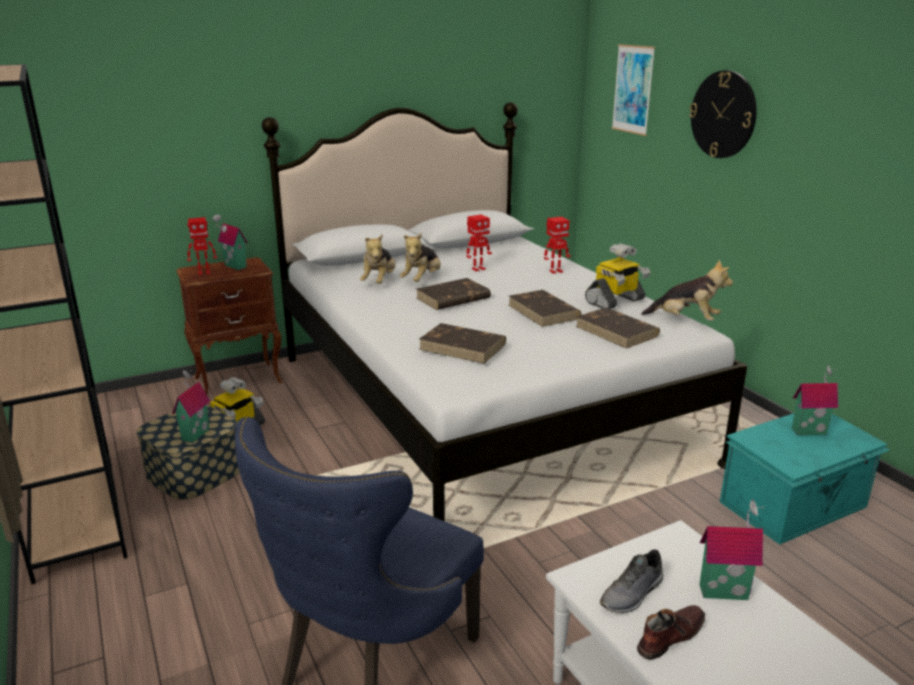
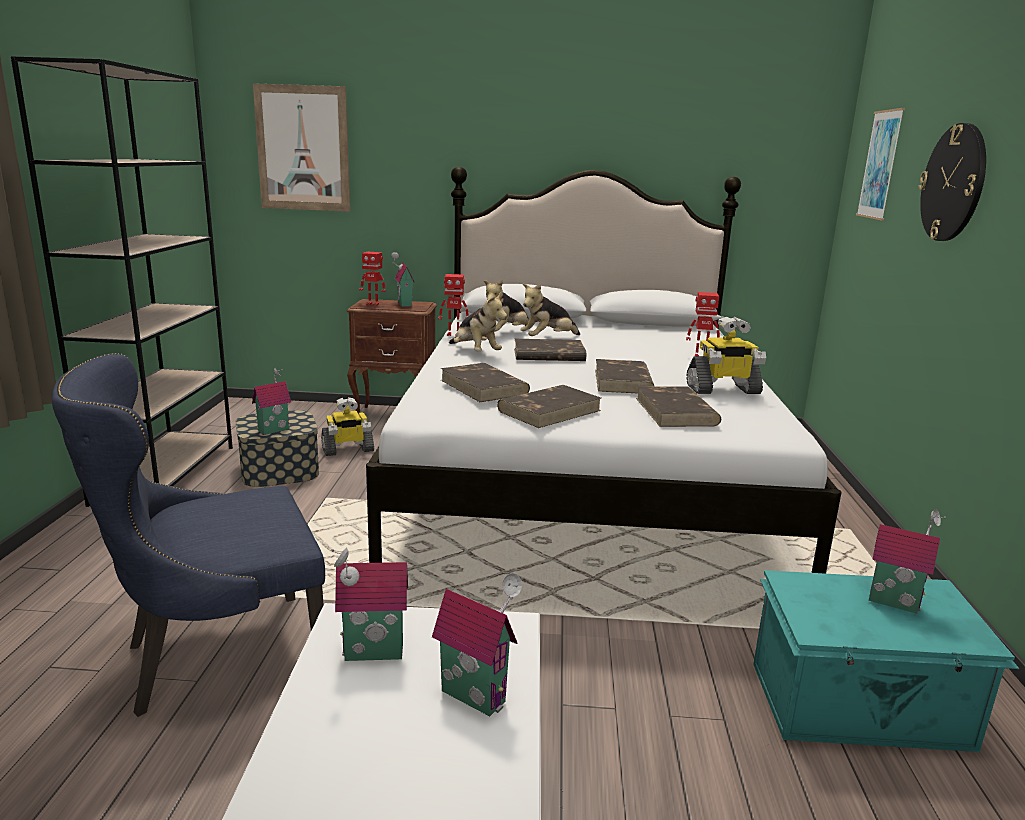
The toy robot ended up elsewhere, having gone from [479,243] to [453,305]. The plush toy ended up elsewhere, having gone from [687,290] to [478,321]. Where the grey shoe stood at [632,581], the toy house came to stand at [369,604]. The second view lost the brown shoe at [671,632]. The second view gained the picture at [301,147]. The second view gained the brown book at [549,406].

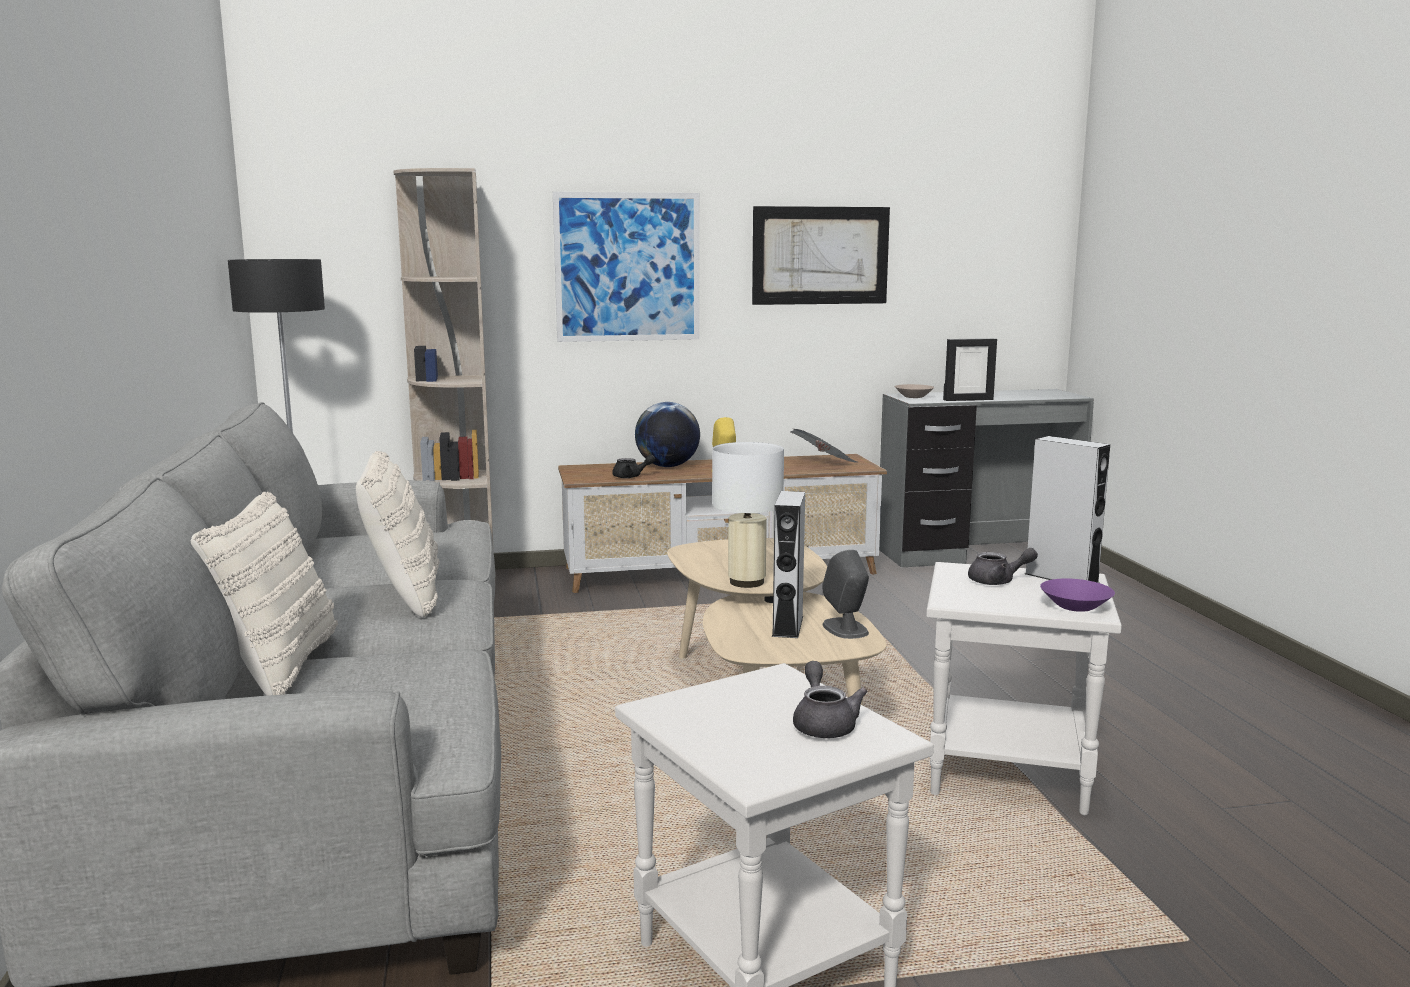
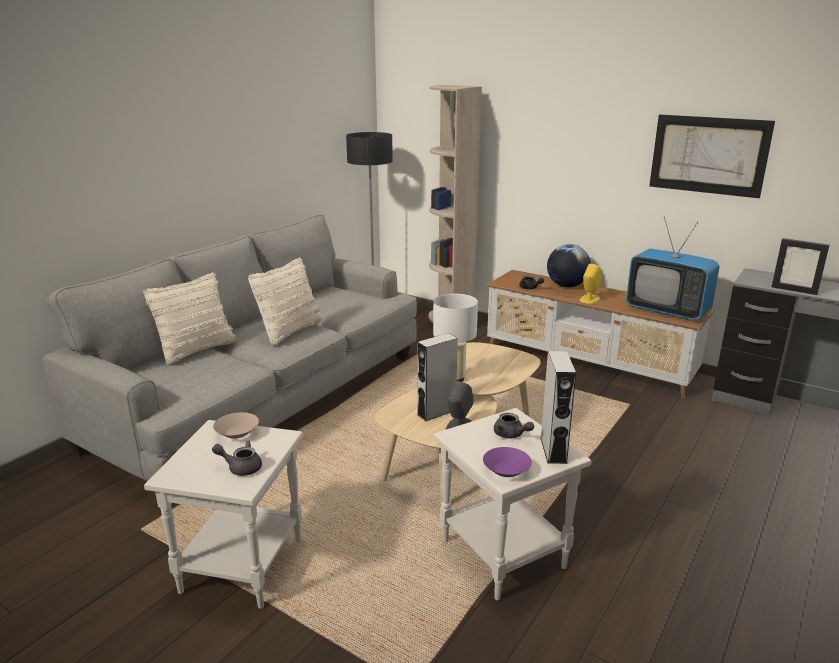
The second view lost the picture at [626,267]. The beige bowl ended up elsewhere, having gone from [914,391] to [236,425]. Where the newspaper stood at [824,446], the television came to stand at [672,268]. The grey teapot at [830,699] ended up facing another way, 120 degrees counterclockwise from before.

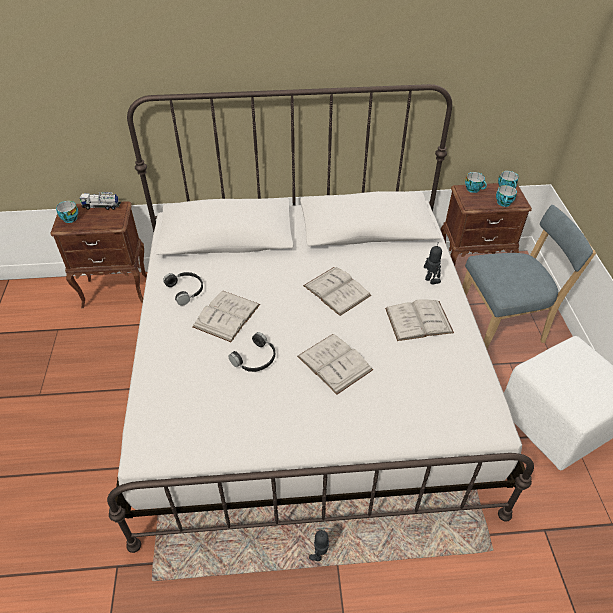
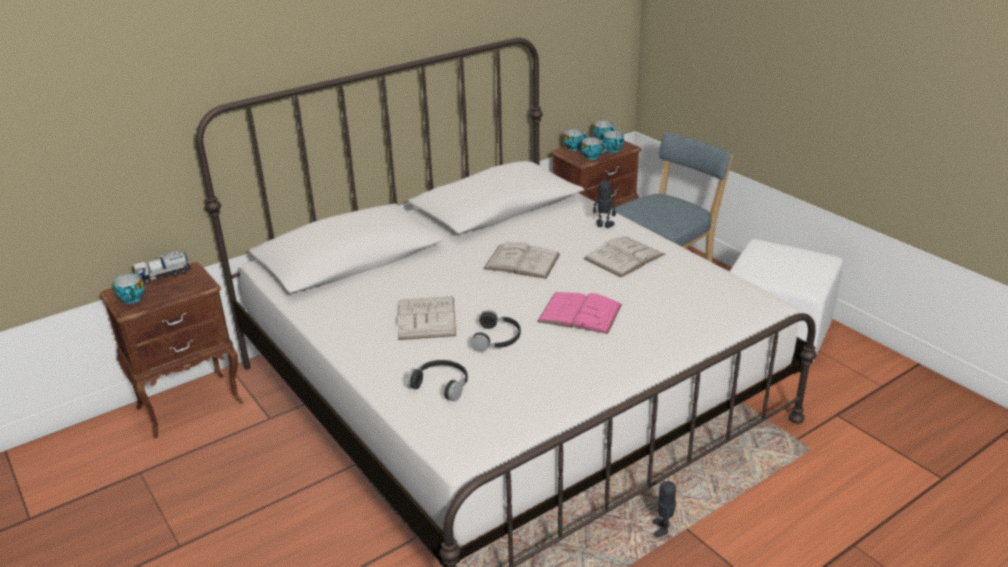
The black headphones ended up elsewhere, having gone from [183,289] to [437,380]. What was the white book at [335,364] turned into the pink book at [579,313]. The second view gained the cup at [594,149].

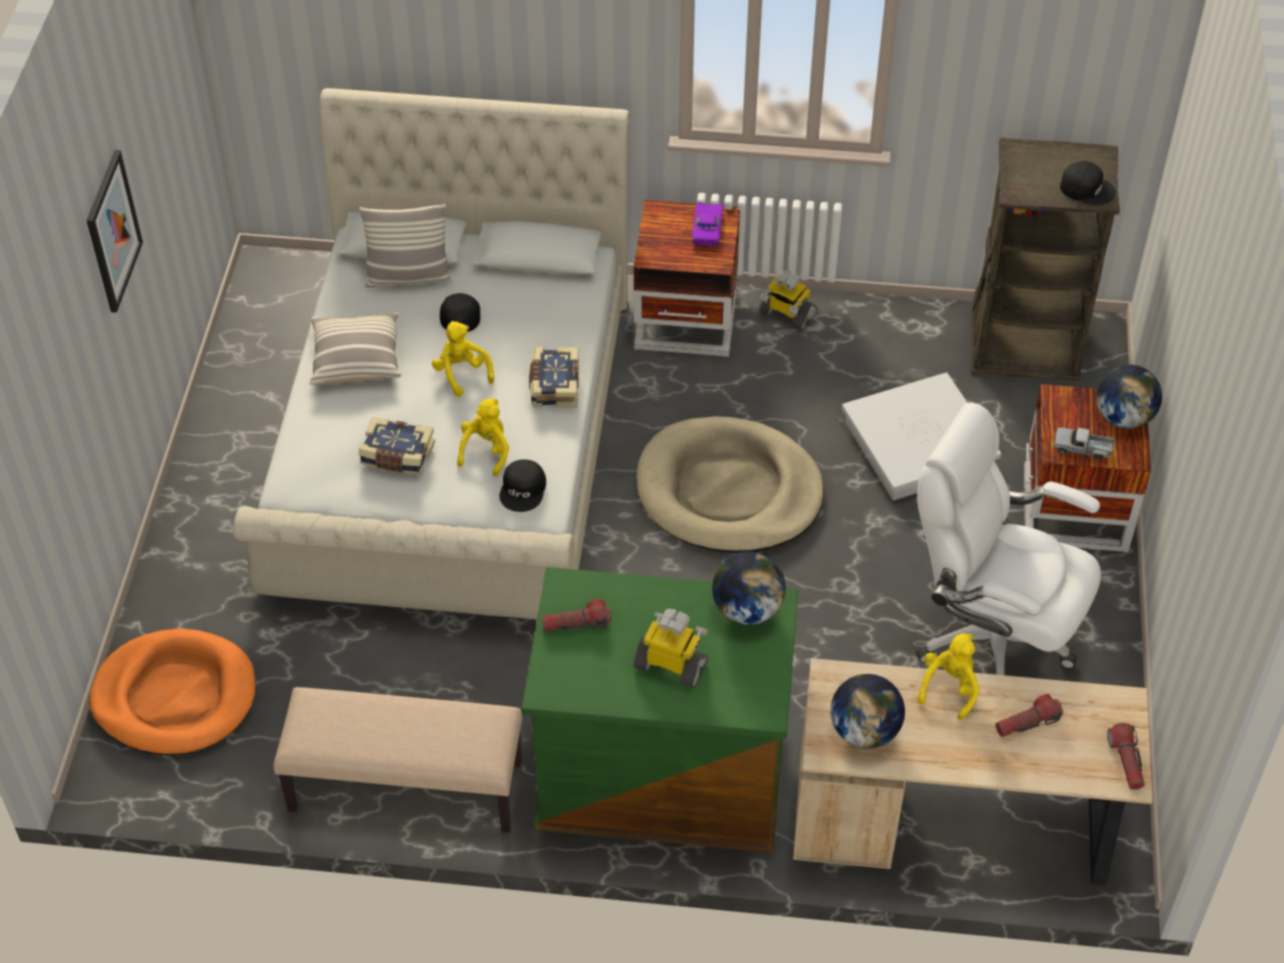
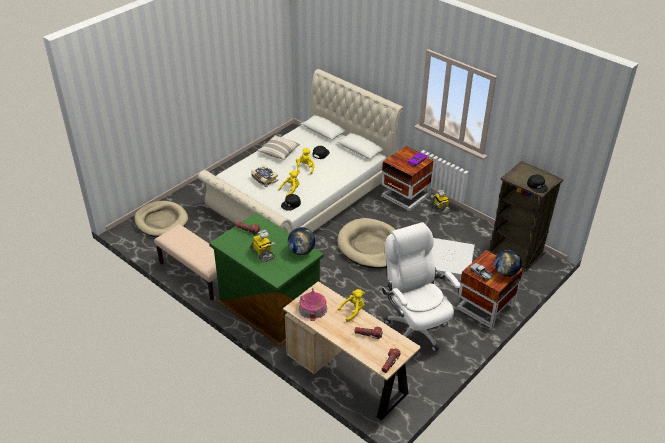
The second view lost the picture at [114,231]. The second view lost the pillow at [405,246]. The second view lost the book at [554,377]. What was the orange dog bed at [172,692] turned into the beige dog bed at [161,219]. Where the globe stood at [867,711], the toy house came to stand at [313,304].

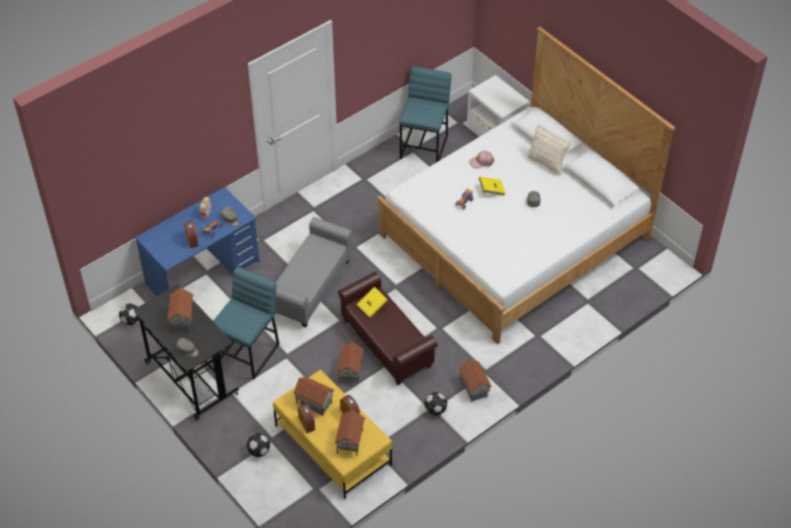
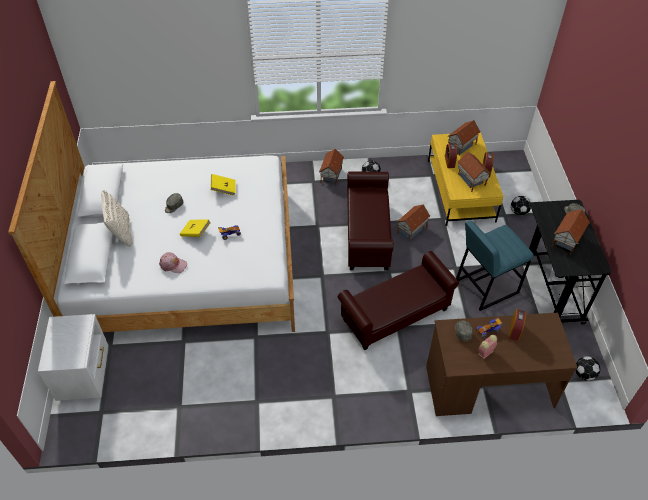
The second view lost the blue stool at [425,114]. What was the blue desk at [197,241] turned into the brown desk at [501,364]. What was the grey ottoman at [313,272] turned into the brown ottoman at [398,300]. The yellow book ended up elsewhere, having gone from [372,302] to [223,185].

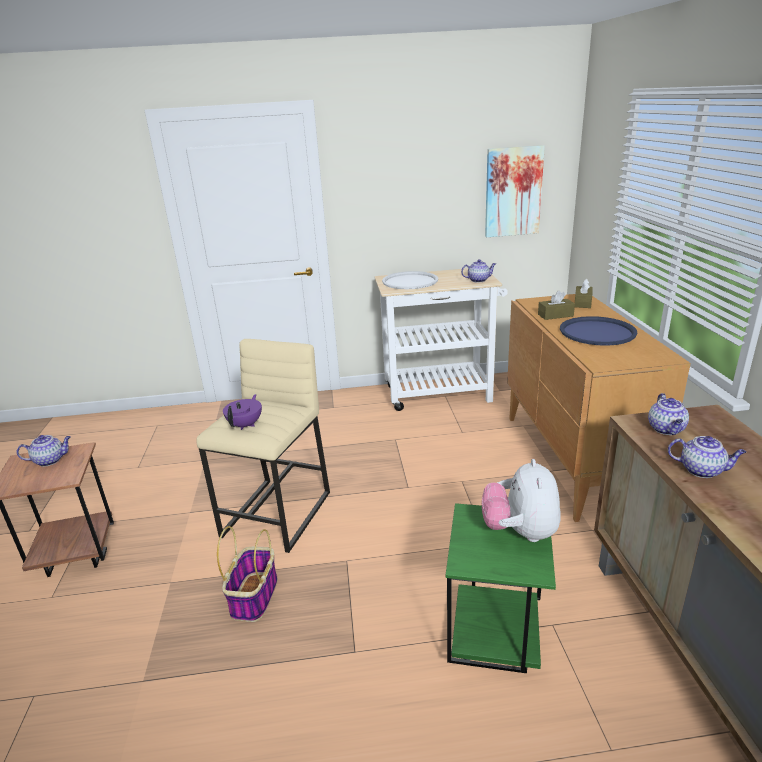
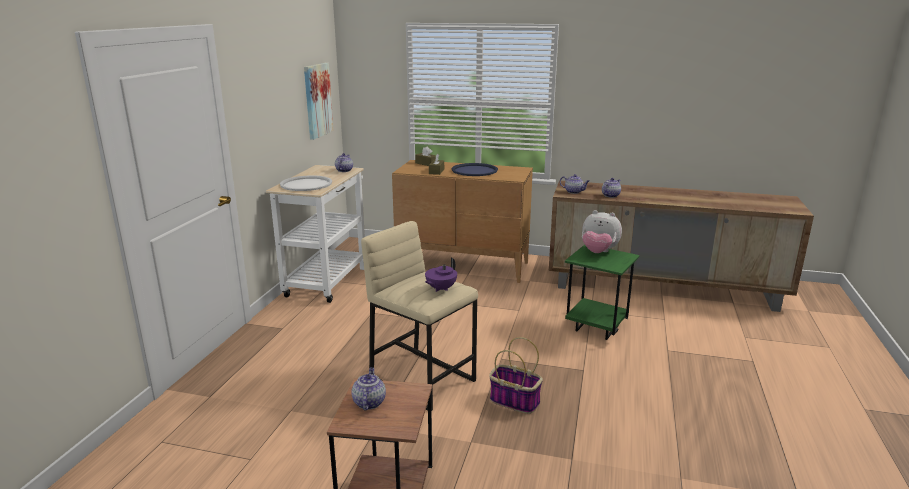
The purple teapot at [242,412] ended up facing another way, 90 degrees counterclockwise from before.

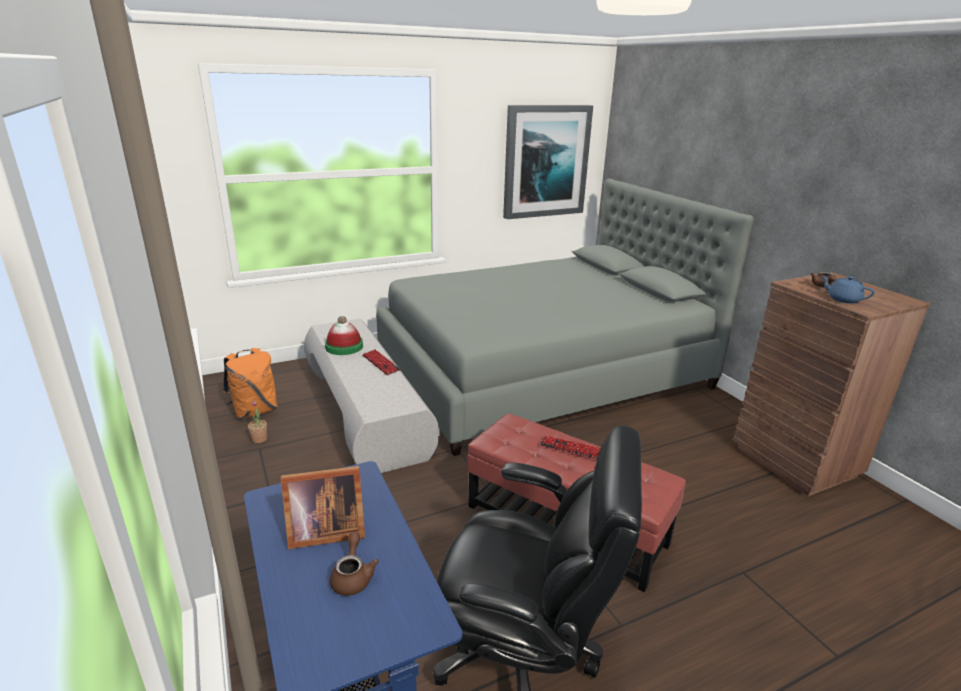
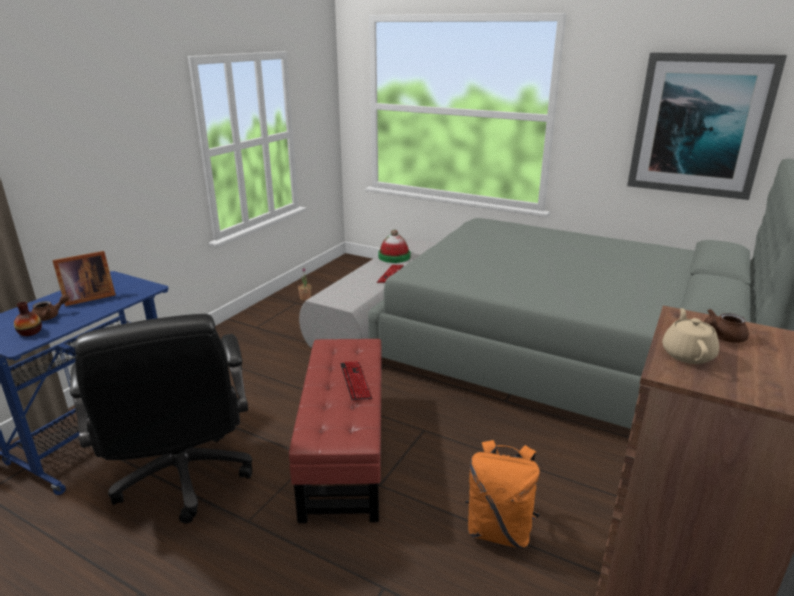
What was the blue teapot at [848,289] turned into the beige teapot at [690,336]. The orange backpack ended up elsewhere, having gone from [250,383] to [502,494]. The picture frame at [323,507] ended up facing another way, 75 degrees counterclockwise from before. The second view gained the vase at [28,319].

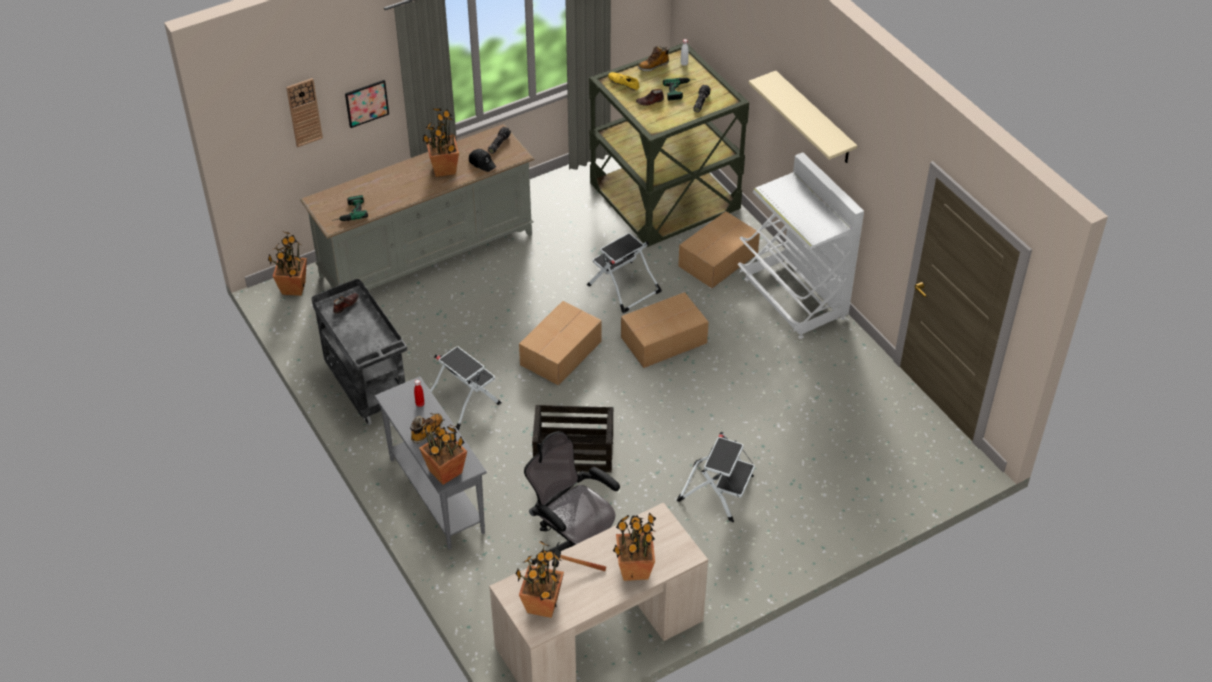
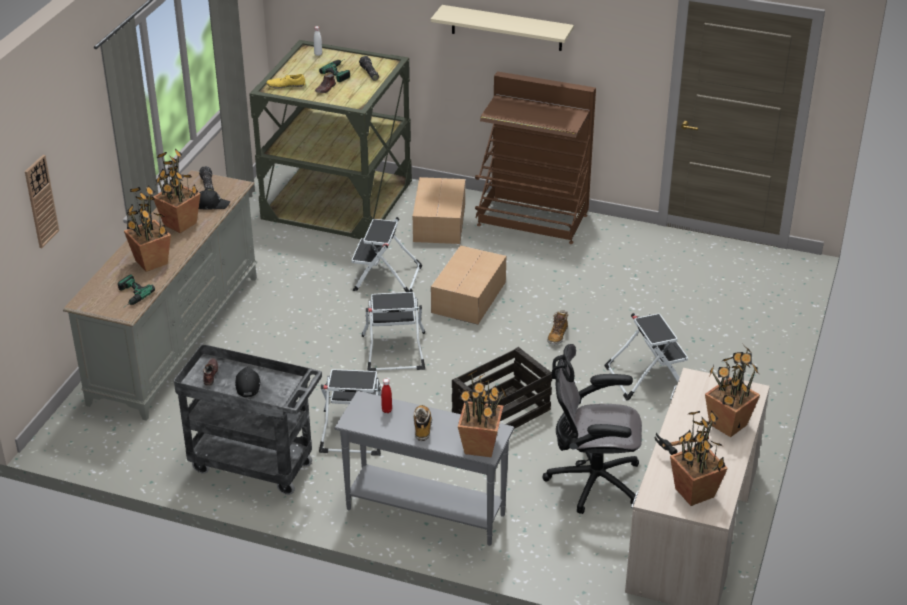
The boot ended up elsewhere, having gone from [653,58] to [557,327]. The second view lost the picture at [367,104]. What was the white shoe rack at [801,245] turned into the brown shoe rack at [535,158]. The potted plant ended up elsewhere, having gone from [287,263] to [147,228]. Where the cardboard box stood at [560,343], the step ladder came to stand at [393,331]. The second view gained the black cap at [247,382].

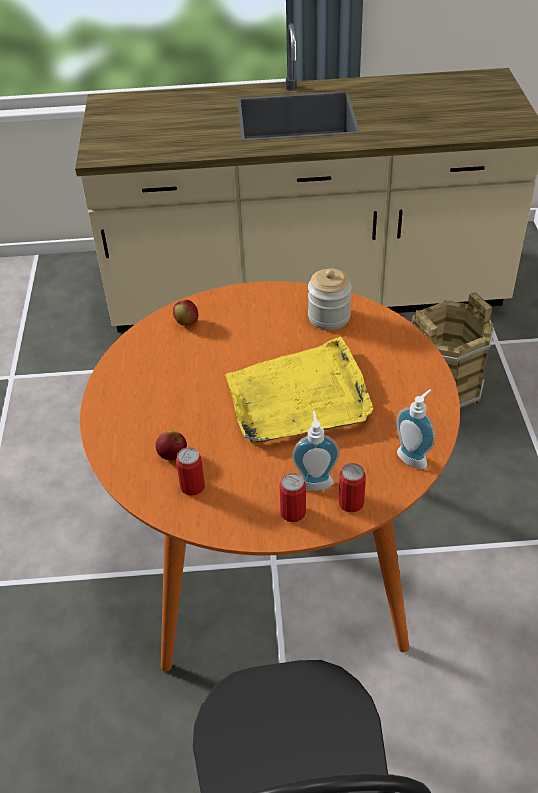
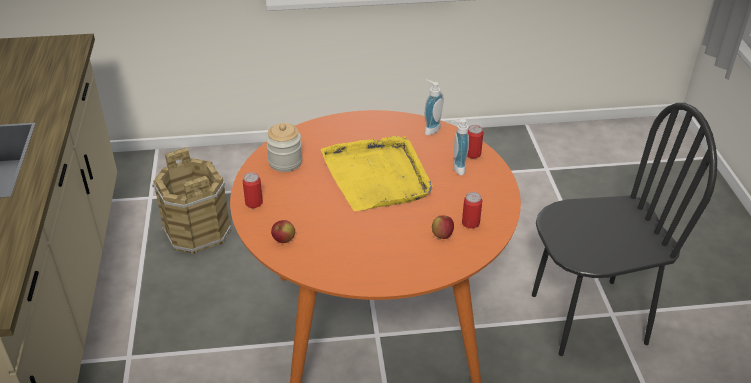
The can ended up elsewhere, having gone from [293,497] to [253,190].

